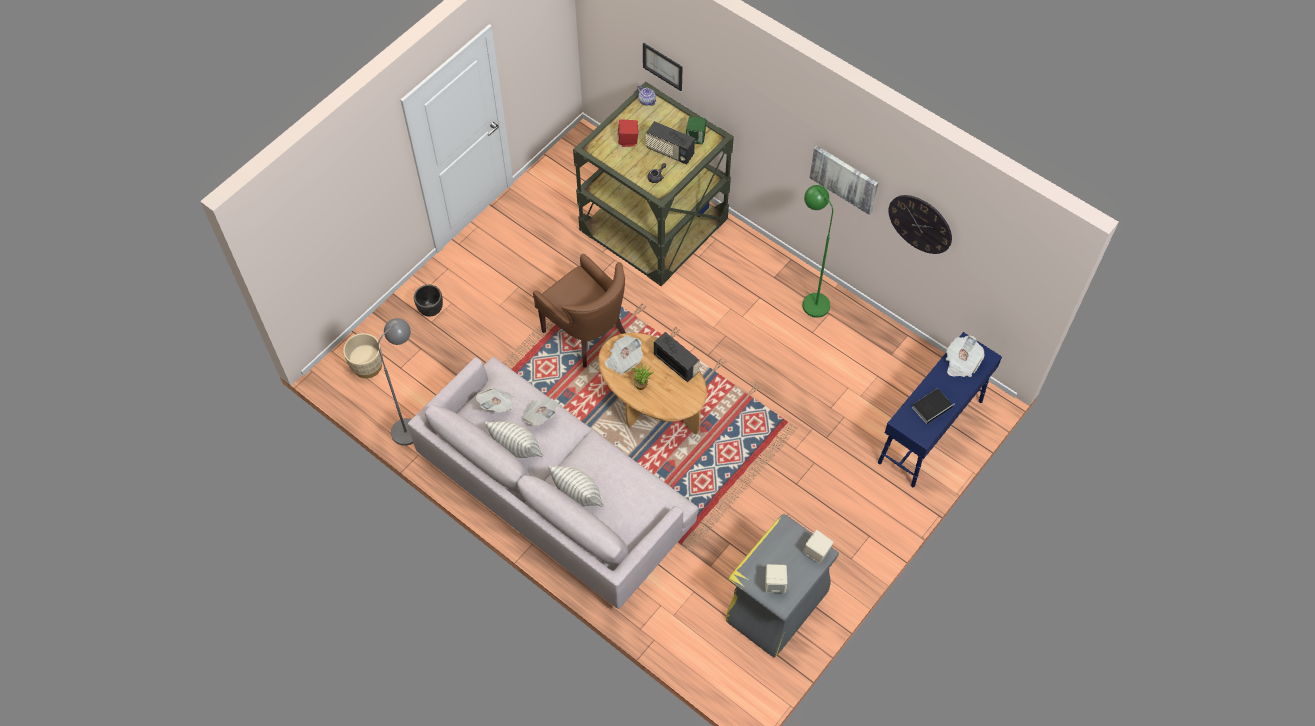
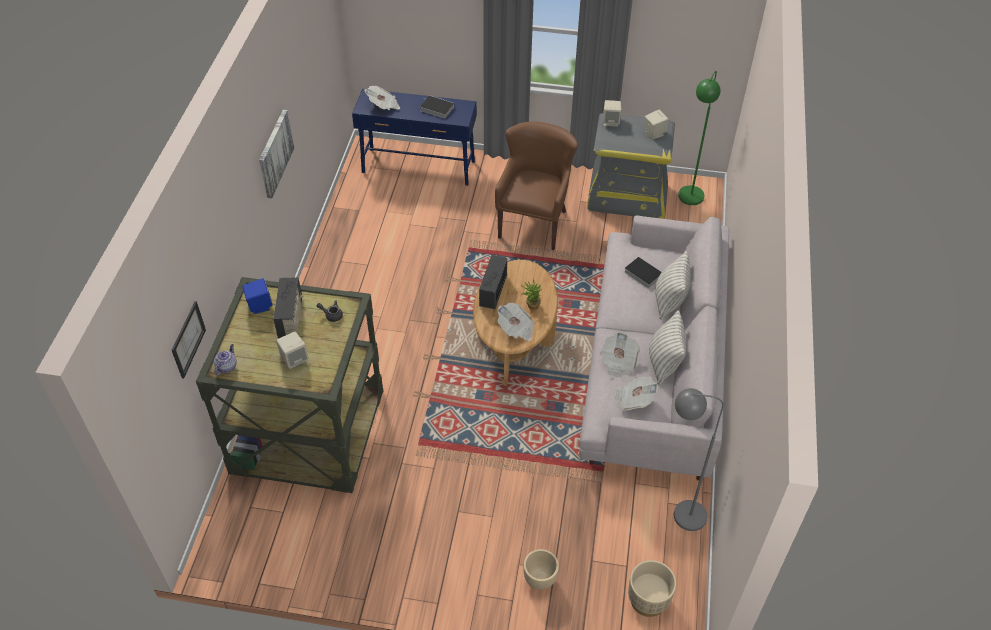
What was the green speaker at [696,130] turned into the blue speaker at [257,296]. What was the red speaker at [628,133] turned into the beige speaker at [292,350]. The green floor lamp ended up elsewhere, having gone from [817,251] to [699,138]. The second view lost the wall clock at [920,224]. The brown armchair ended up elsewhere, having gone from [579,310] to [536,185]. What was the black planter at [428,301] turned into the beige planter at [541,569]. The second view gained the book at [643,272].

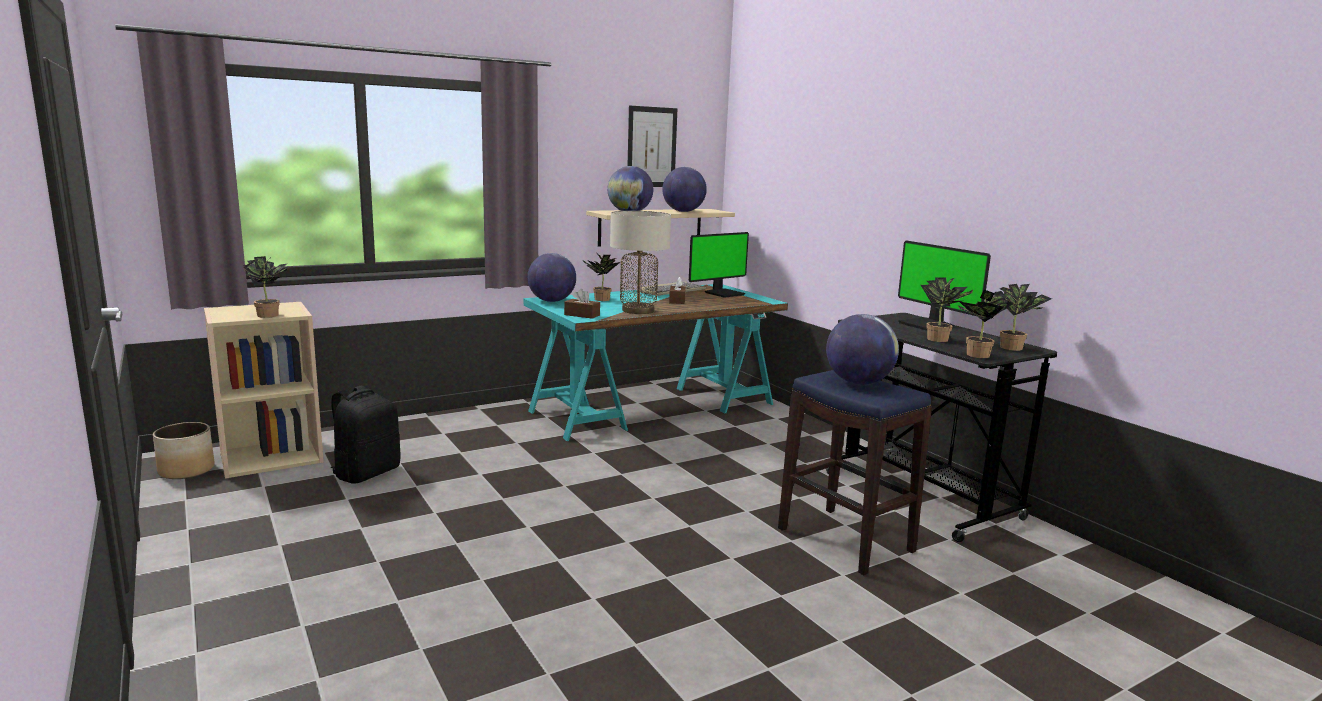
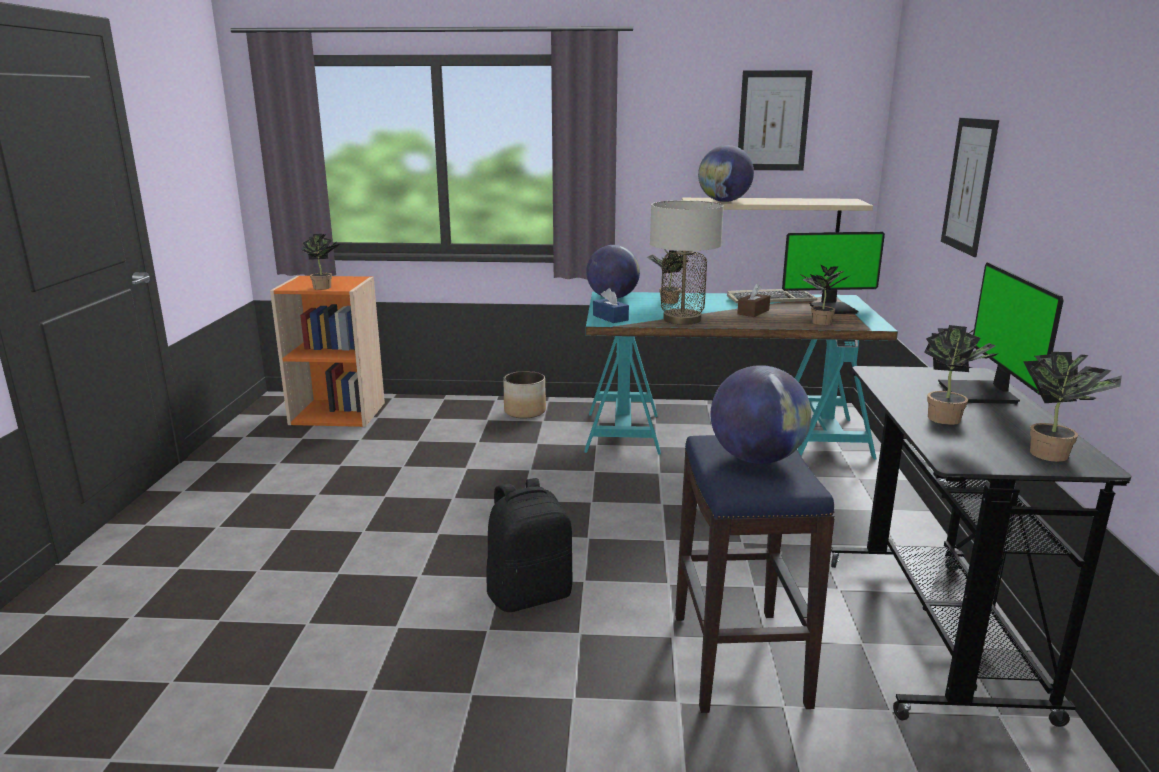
The second view lost the globe at [684,189]. What was the brown tissue box at [582,304] turned into the blue tissue box at [611,305]. The potted plant ended up elsewhere, having gone from [985,324] to [825,294]. What was the beige bookcase at [264,390] turned into the orange bookcase at [327,351]. The black backpack ended up elsewhere, having gone from [365,435] to [529,545]. The planter ended up elsewhere, having gone from [183,450] to [524,394]. The second view gained the picture at [970,187].

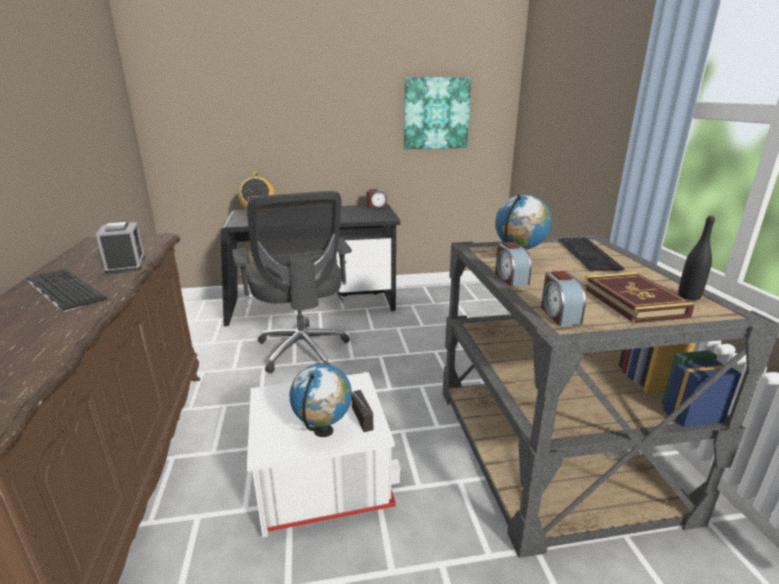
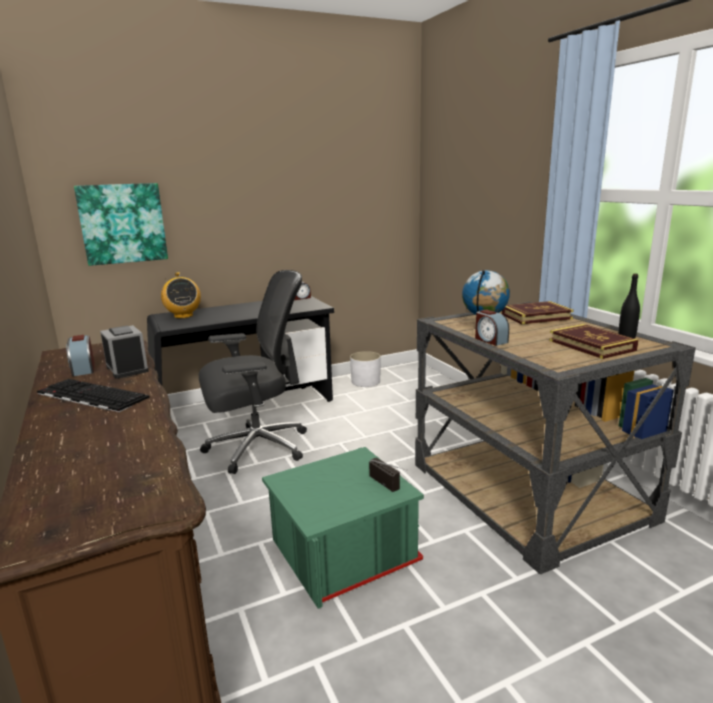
The picture ended up elsewhere, having gone from [438,113] to [121,224]. The office chair at [292,282] ended up facing another way, 75 degrees counterclockwise from before. Where the keyboard stood at [592,255], the book came to stand at [537,312]. The alarm clock ended up elsewhere, having gone from [563,298] to [80,355]. The second view lost the globe at [321,400]. What was the white storage box at [324,455] turned into the green storage box at [343,528]. The second view gained the white planter at [365,369].

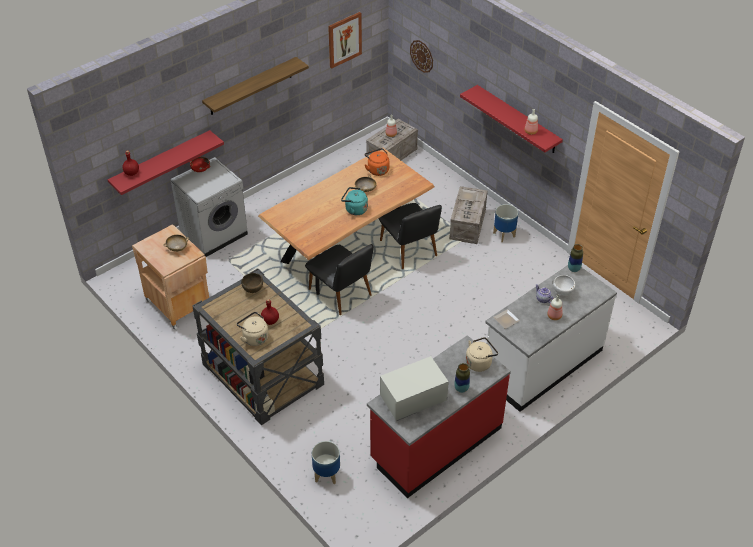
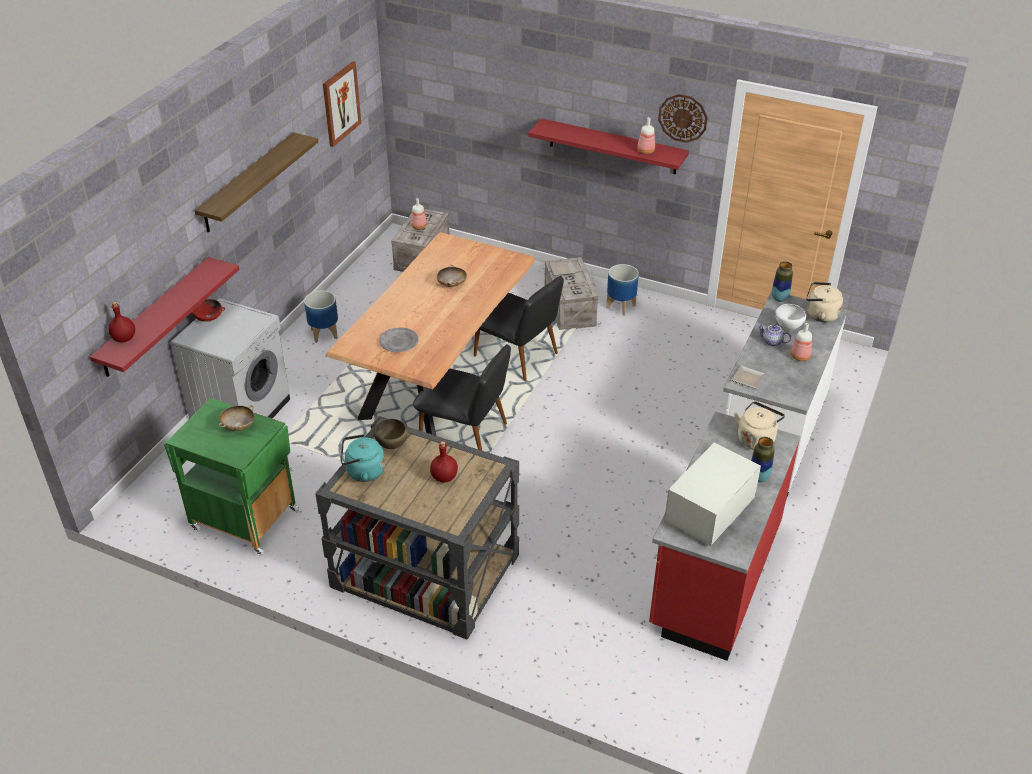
The wall clock ended up elsewhere, having gone from [421,56] to [683,118]. The second view lost the orange kettle at [377,162]. The turquoise kettle ended up elsewhere, having gone from [354,201] to [363,458]. What was the brown cart at [170,277] turned into the green cart at [231,477]. The beige kettle ended up elsewhere, having gone from [253,329] to [824,302]. The planter ended up elsewhere, having gone from [326,462] to [321,316]. The second view gained the grey plate at [399,339].

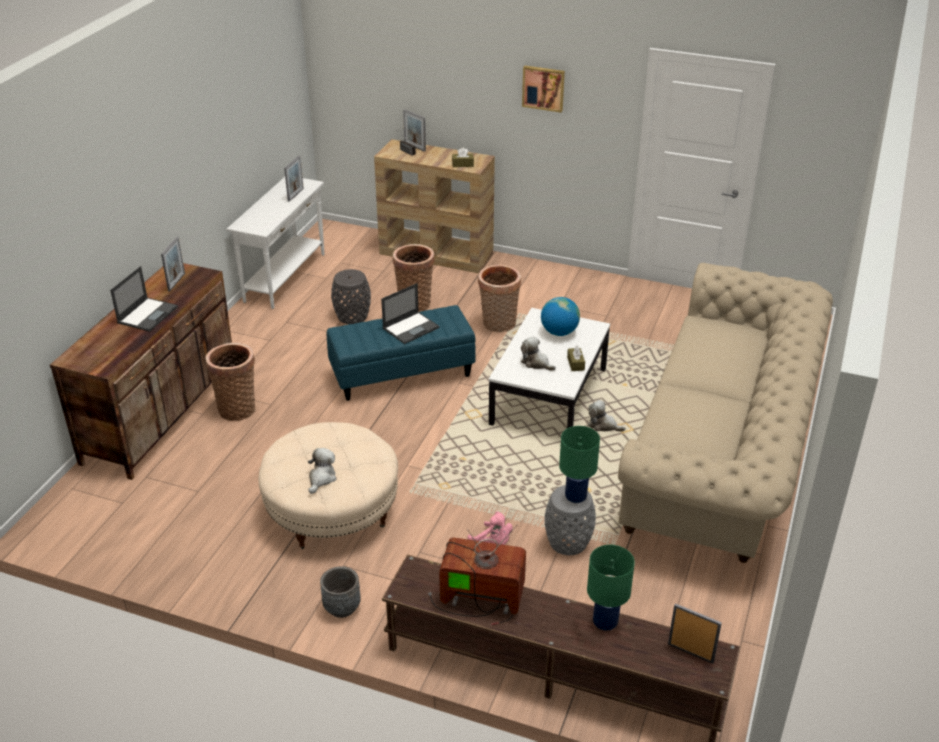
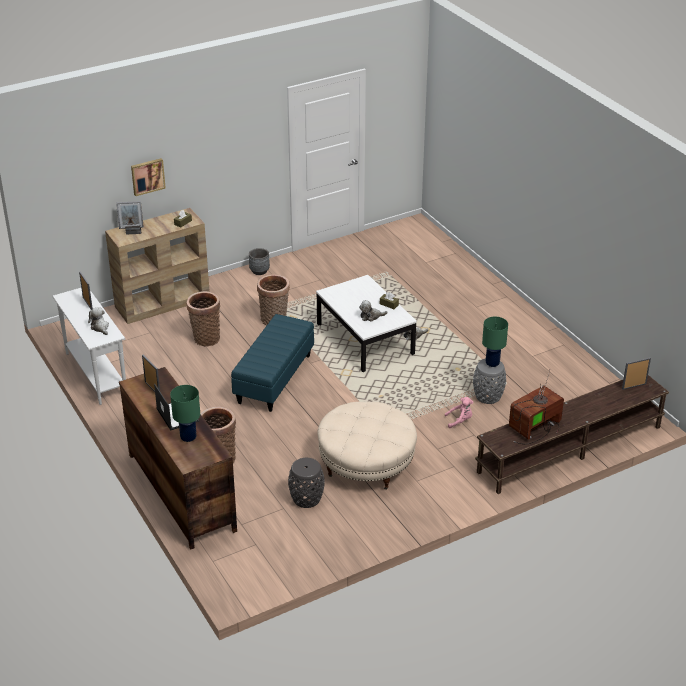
The picture ended up elsewhere, having gone from [543,89] to [148,177]. The second view lost the beige sofa at [725,413]. The grey stool ended up elsewhere, having gone from [351,296] to [306,483]. The second view lost the laptop at [410,313]. The second view lost the globe at [560,316]. The plush toy ended up elsewhere, having gone from [322,471] to [98,321]. The green table lamp ended up elsewhere, having gone from [611,588] to [185,413]. The grey planter ended up elsewhere, having gone from [340,592] to [259,261].

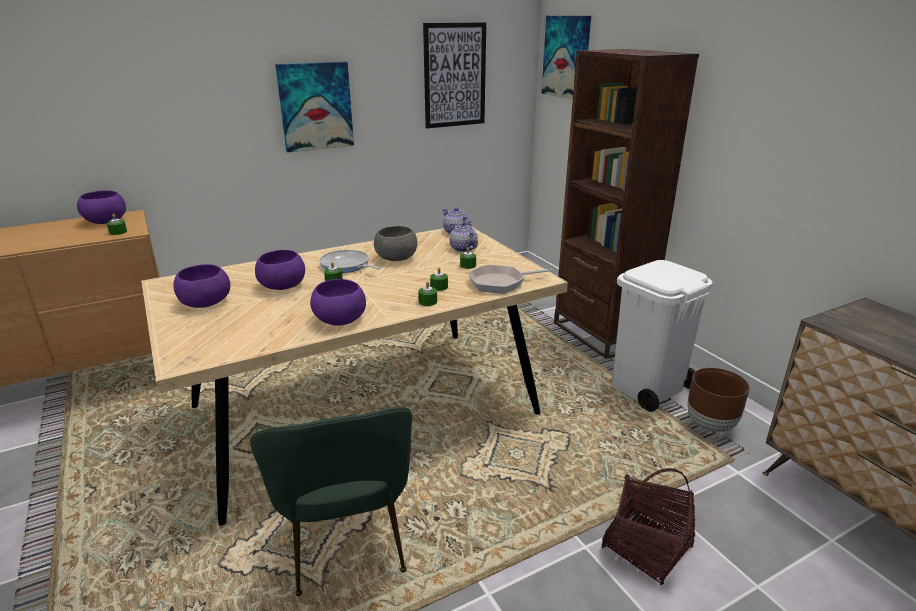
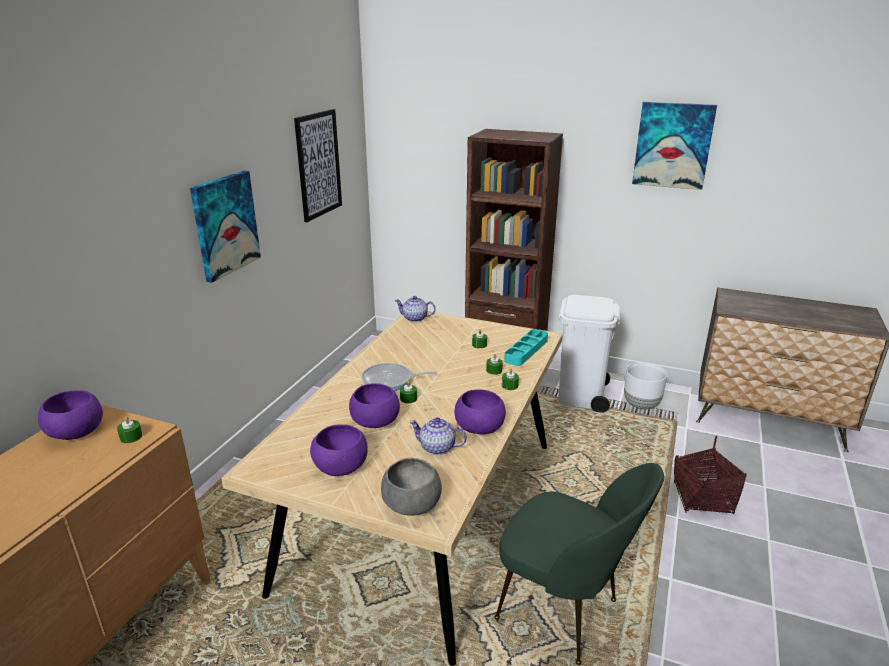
The picture ended up elsewhere, having gone from [566,57] to [674,146]. The teapot ended up elsewhere, having gone from [463,237] to [438,436]. The grey bowl ended up elsewhere, having gone from [395,243] to [411,487]. Where the frying pan stood at [510,279], the turquoise tray came to stand at [526,347]. What was the brown planter at [718,400] turned into the white planter at [645,386].

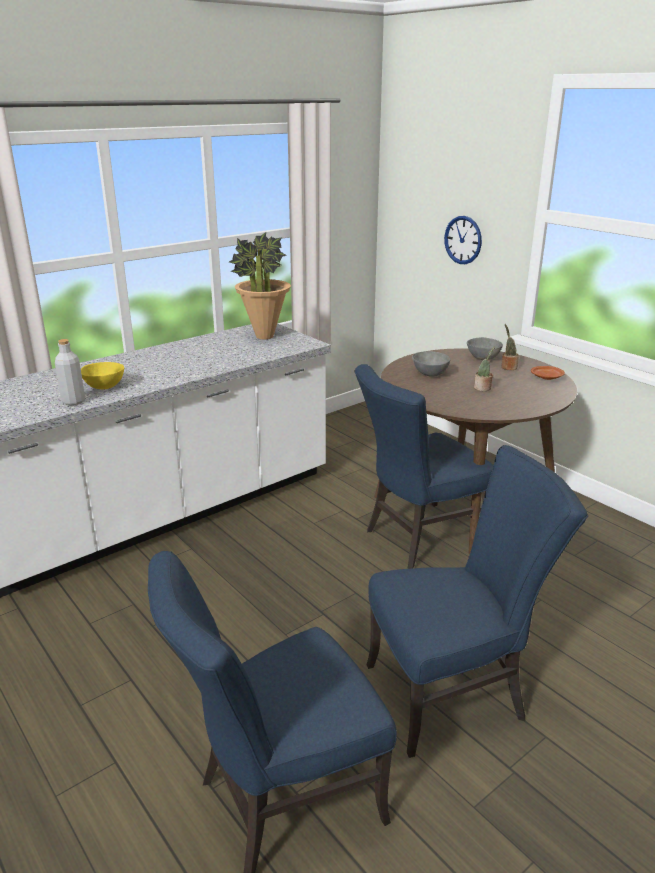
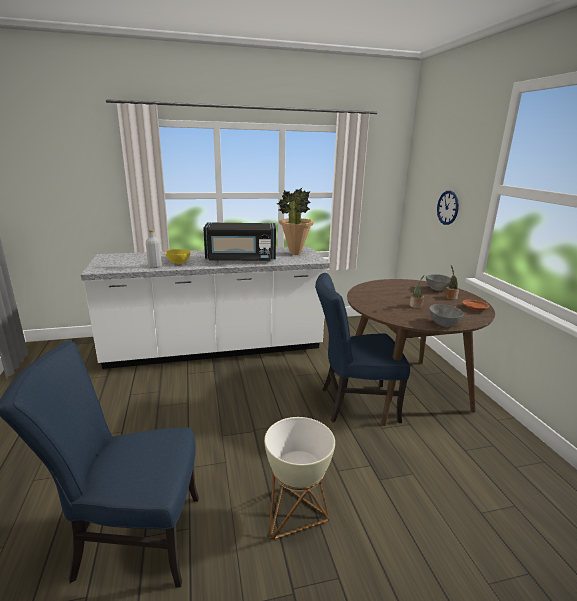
The grey bowl ended up elsewhere, having gone from [431,364] to [446,315]. Where the blue chair stood at [477,601], the planter came to stand at [299,478]. The second view gained the black microwave at [239,242].

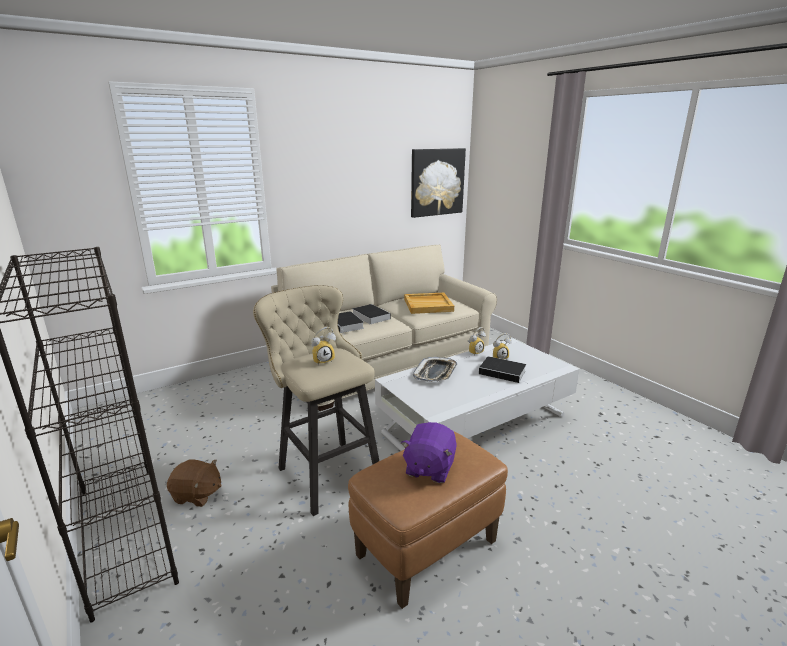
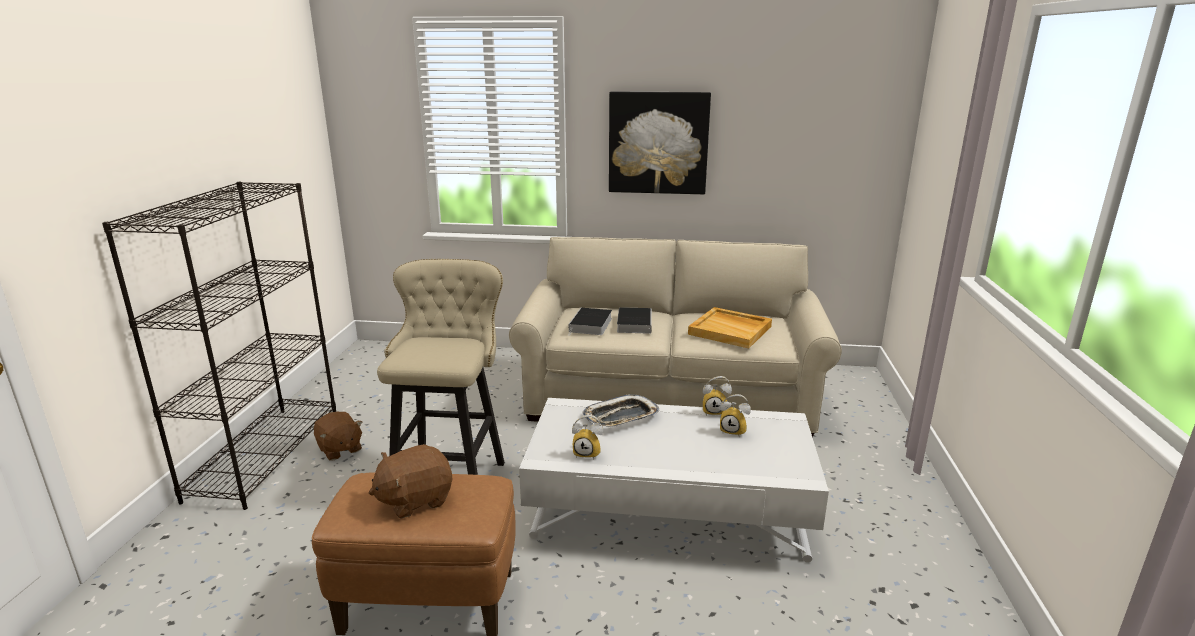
The picture ended up elsewhere, having gone from [438,183] to [660,143]. The alarm clock ended up elsewhere, having gone from [323,346] to [587,437]. The second view lost the book at [503,370]. What was the purple plush toy at [429,452] turned into the brown plush toy at [410,481].

